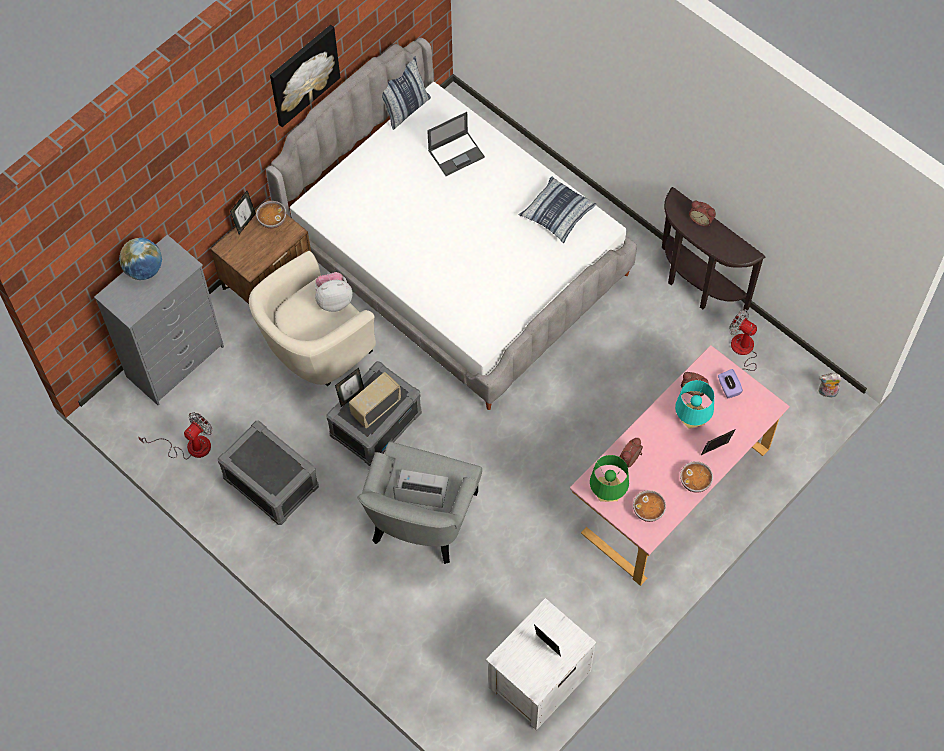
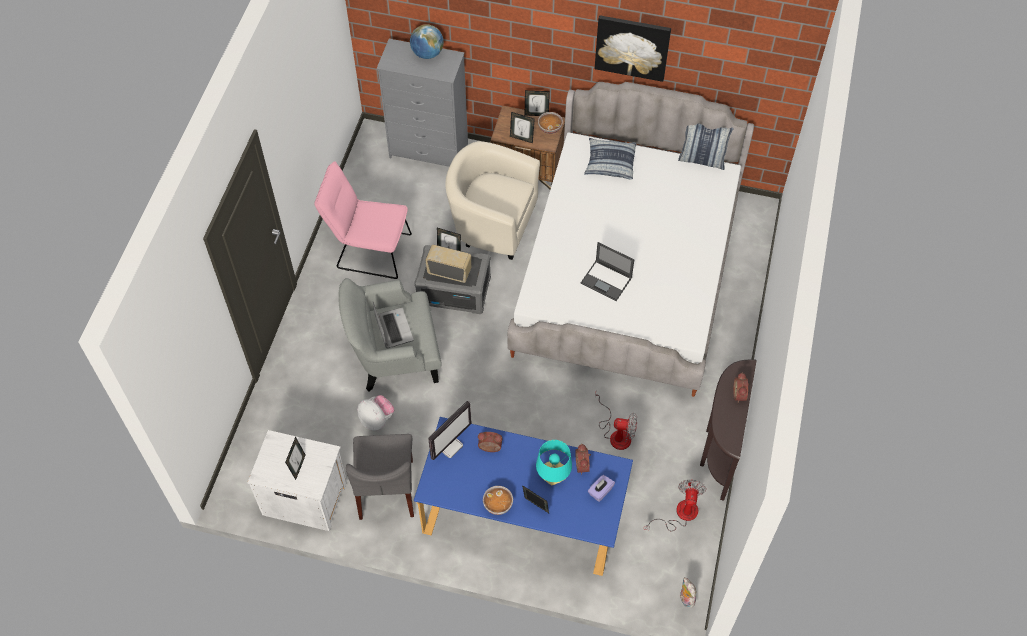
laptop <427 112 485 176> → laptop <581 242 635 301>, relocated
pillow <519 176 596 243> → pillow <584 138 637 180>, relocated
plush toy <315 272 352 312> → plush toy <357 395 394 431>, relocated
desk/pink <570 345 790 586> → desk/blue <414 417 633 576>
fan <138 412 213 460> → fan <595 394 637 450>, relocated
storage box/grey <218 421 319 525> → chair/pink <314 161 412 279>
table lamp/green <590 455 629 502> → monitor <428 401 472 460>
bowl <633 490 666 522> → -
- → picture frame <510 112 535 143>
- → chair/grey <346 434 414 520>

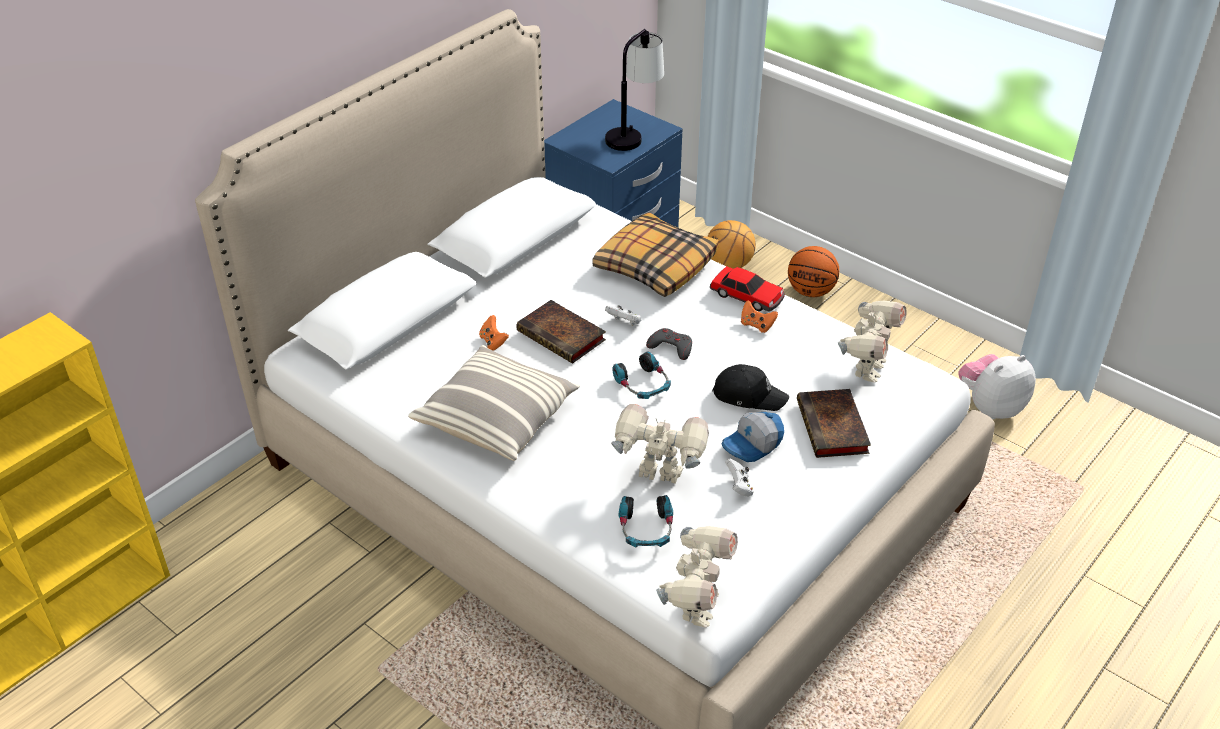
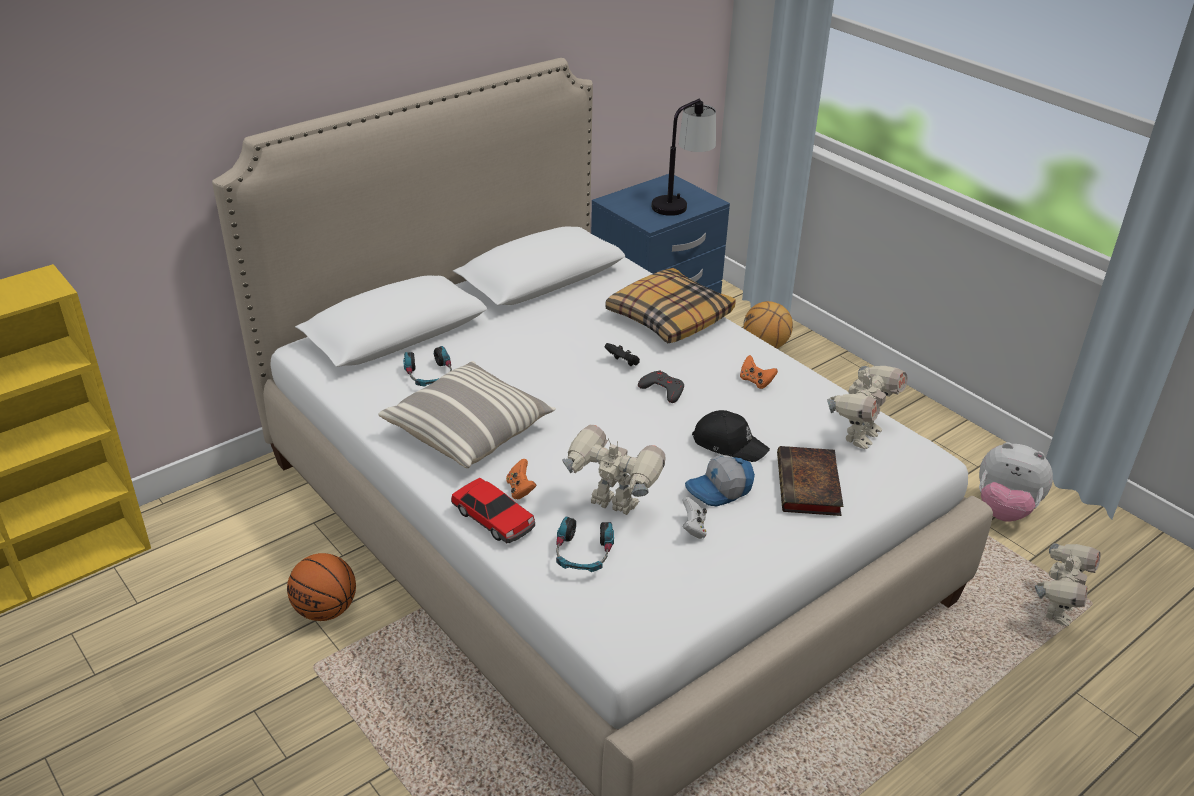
basketball <788 246 839 297> → basketball <287 553 356 621>, relocated
toy car <710 266 785 312> → toy car <451 478 535 543>, relocated
book <517 300 606 364> → -
game controller/white <605 305 641 325> → game controller/black <604 343 640 366>
game controller/orange <479 315 509 351> → game controller/orange <506 459 536 499>, relocated
headphones <612 351 671 399> → headphones <403 346 452 387>, relocated
plush toy <958 354 1036 419> → plush toy <979 442 1053 521>, 135 degrees counterclockwise
toy robot <656 526 738 628> → toy robot <1035 543 1100 626>, relocated

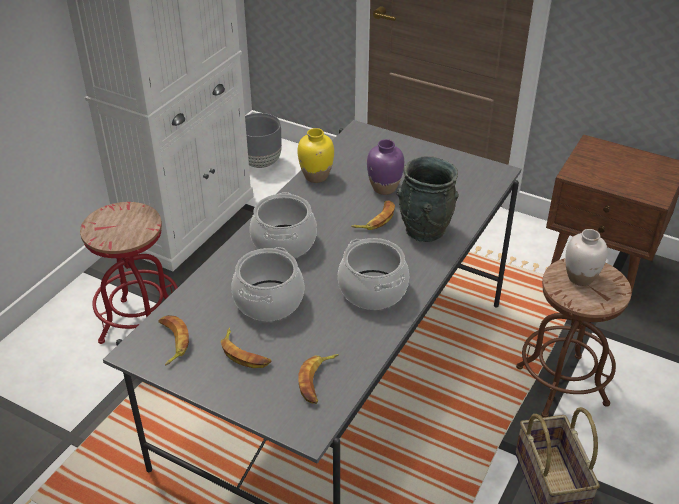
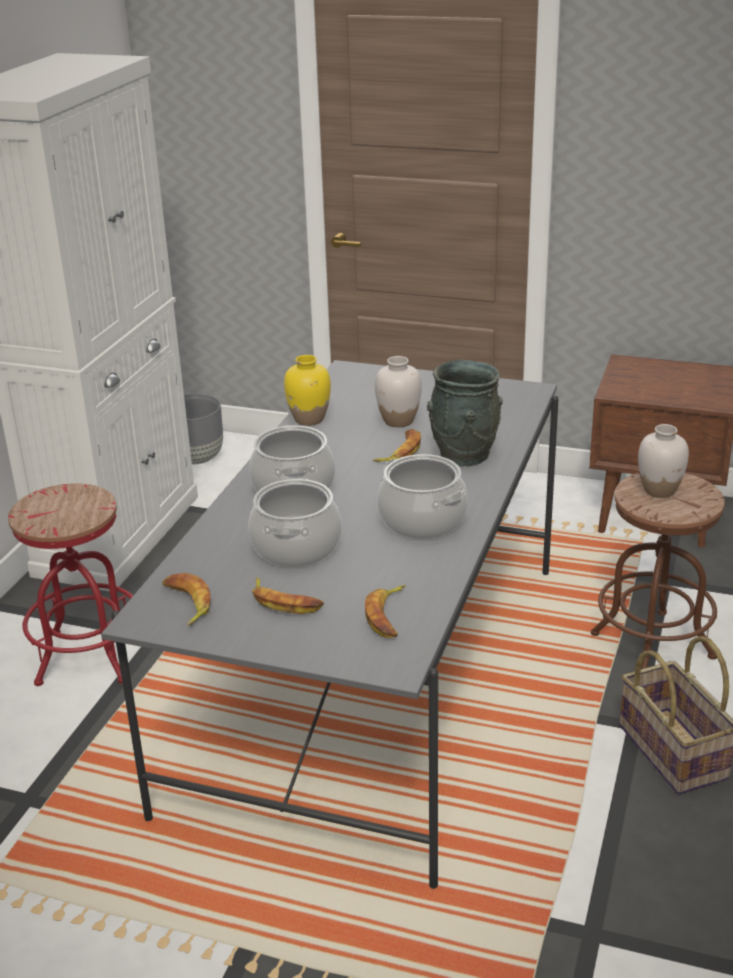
vase/purple <367 139 404 195> → vase/white <375 356 422 427>

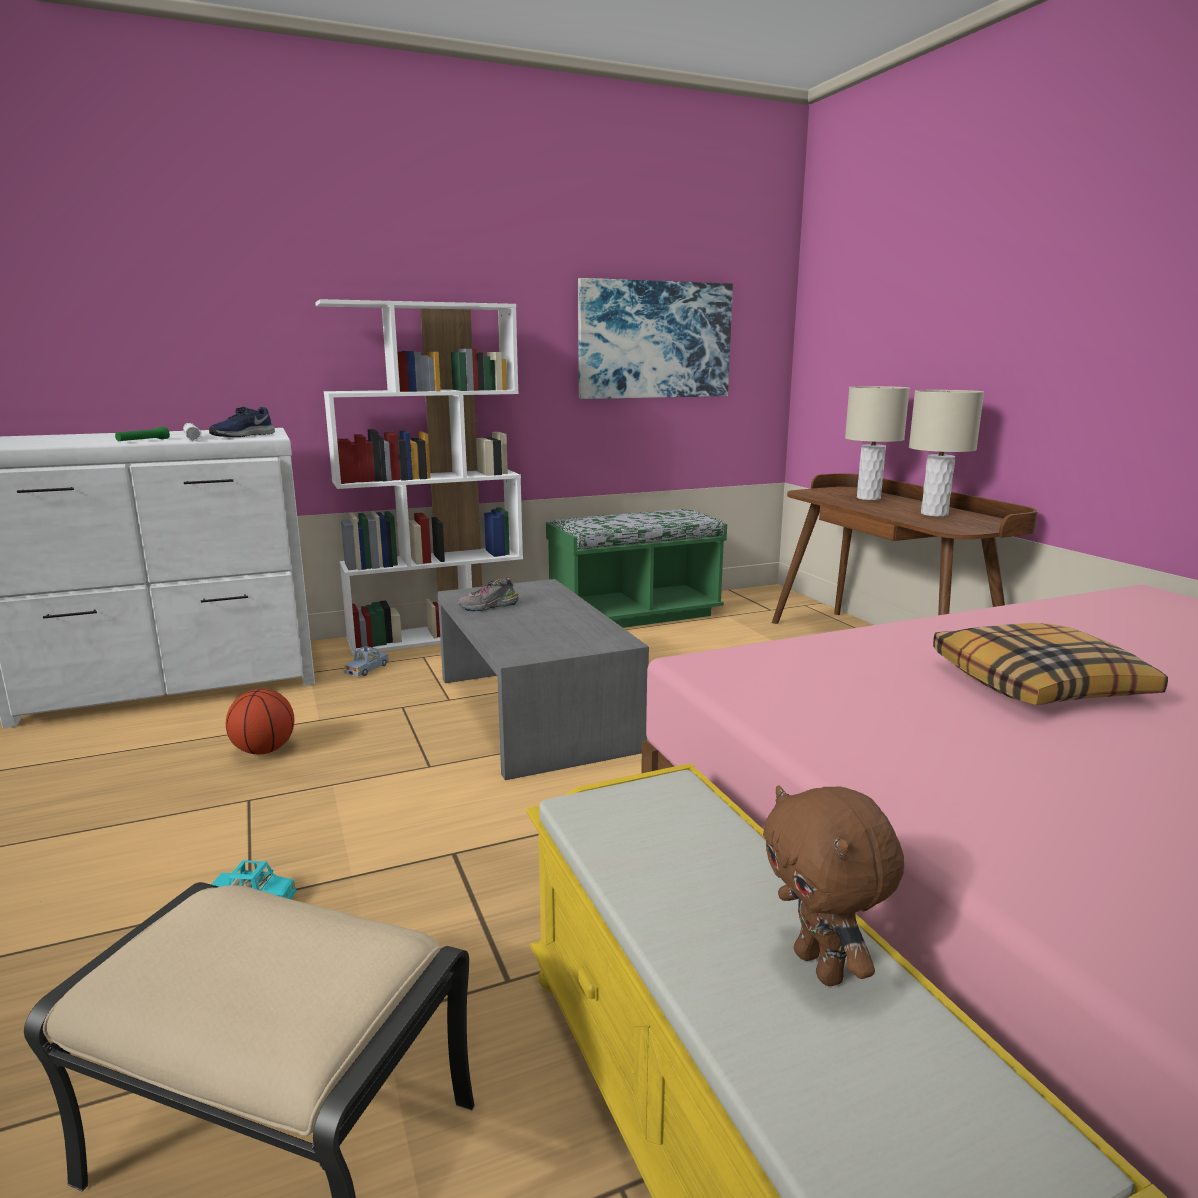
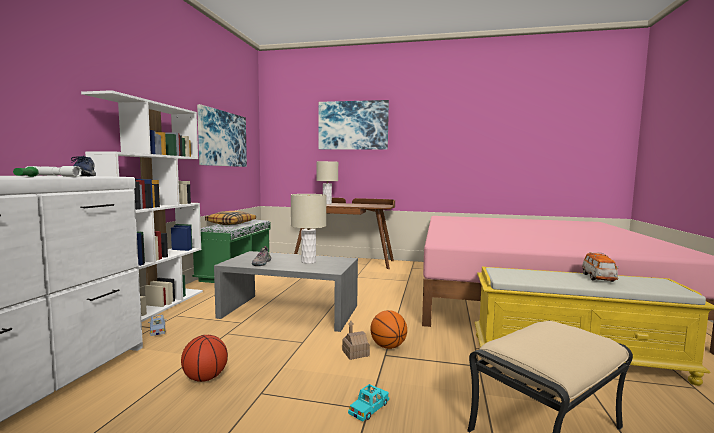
table lamp/beige <909 390 984 517> → table lamp/beige <291 194 326 264>, relocated
pillow <933 623 1168 705> → pillow <205 211 256 225>, relocated
plush toy/brown <763 785 904 986> → toy car <582 252 618 282>
- → picture <319 100 389 150>
- → basketball <370 310 407 349>
- → toy house <342 321 370 360>

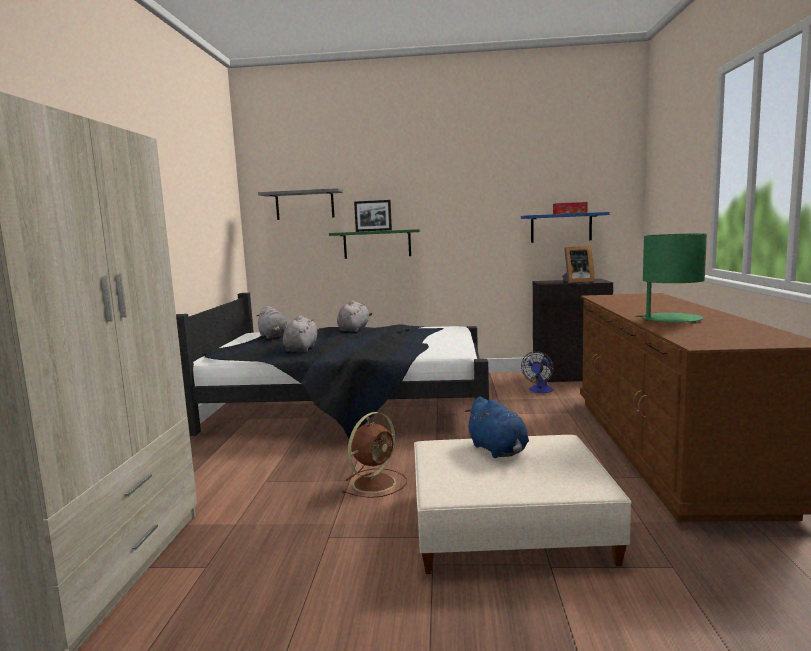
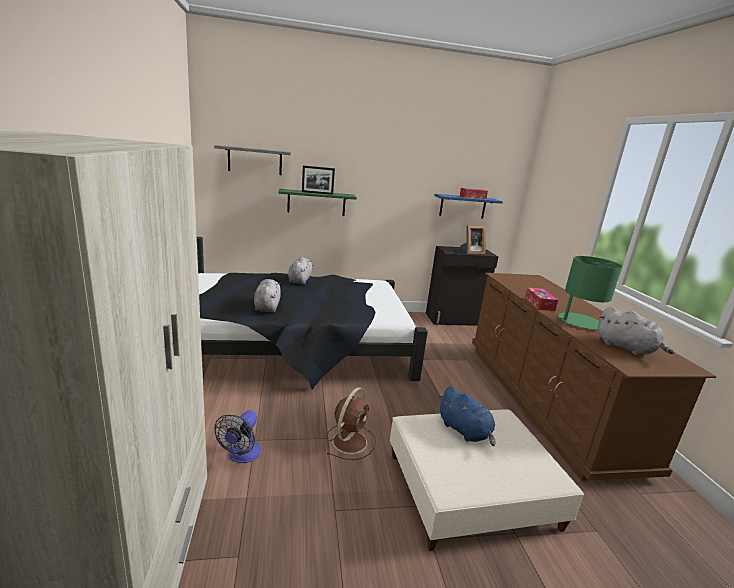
plush toy/grey <257 306 288 339> → plush toy/grey <598 307 674 355>, relocated
fan <521 351 554 393> → fan <214 410 261 463>, relocated
- → tissue box <525 287 558 311>

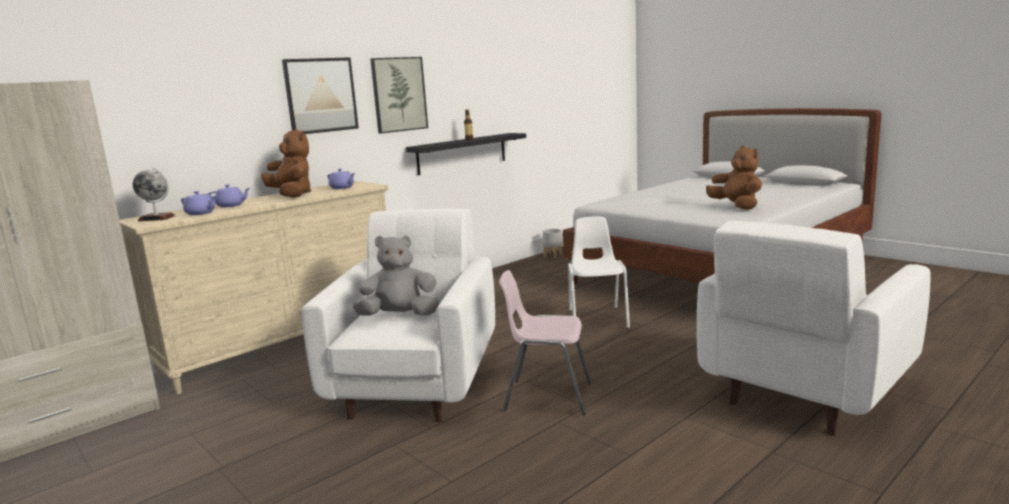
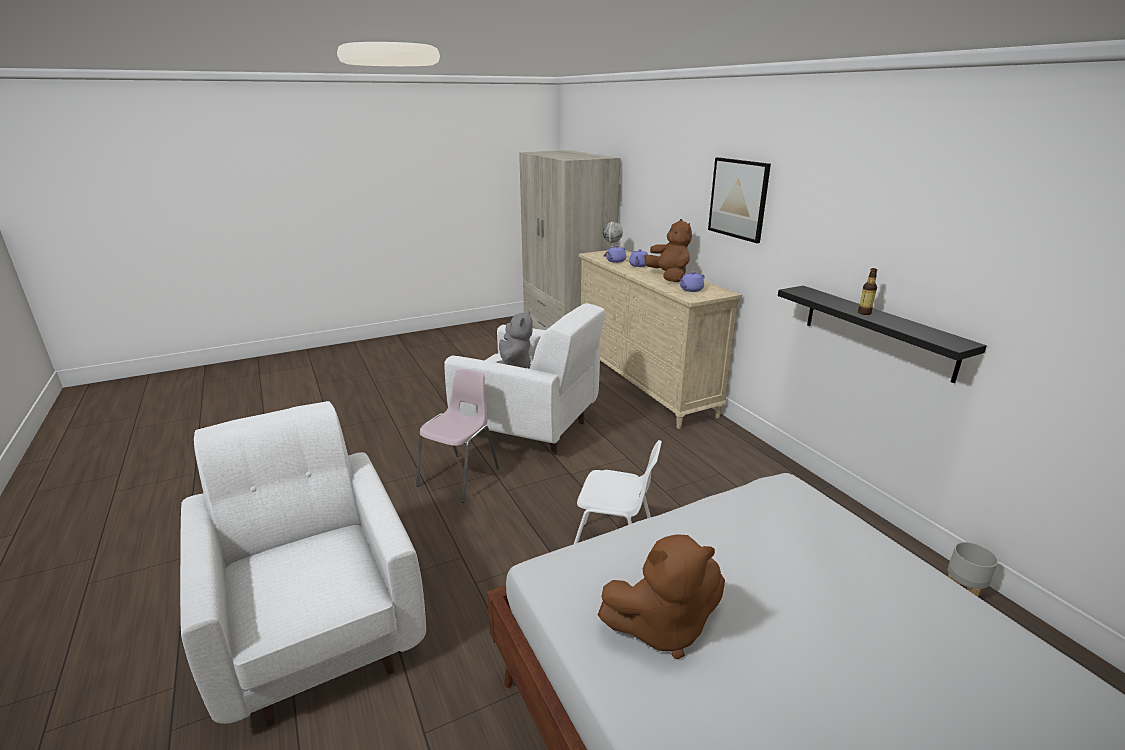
picture <370 57 428 134> → -
plush toy/brown <261 129 311 198> → plush toy/brown <644 219 692 282>, 90 degrees counterclockwise

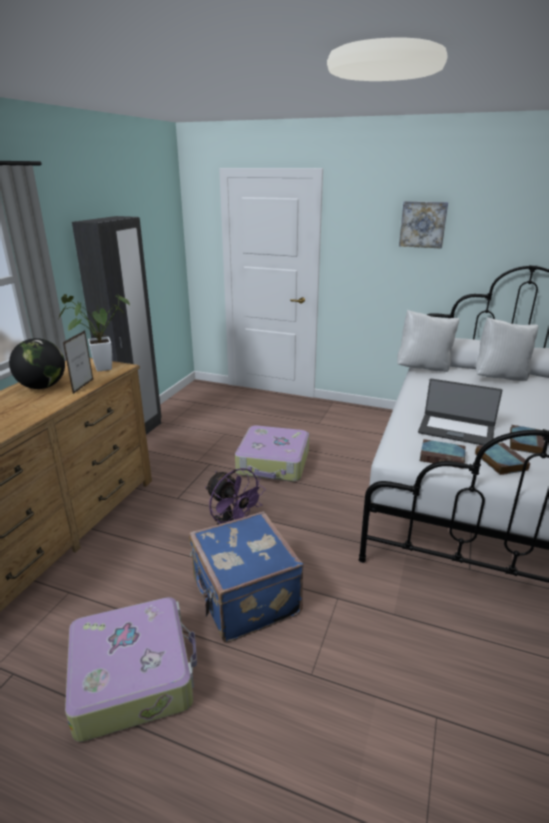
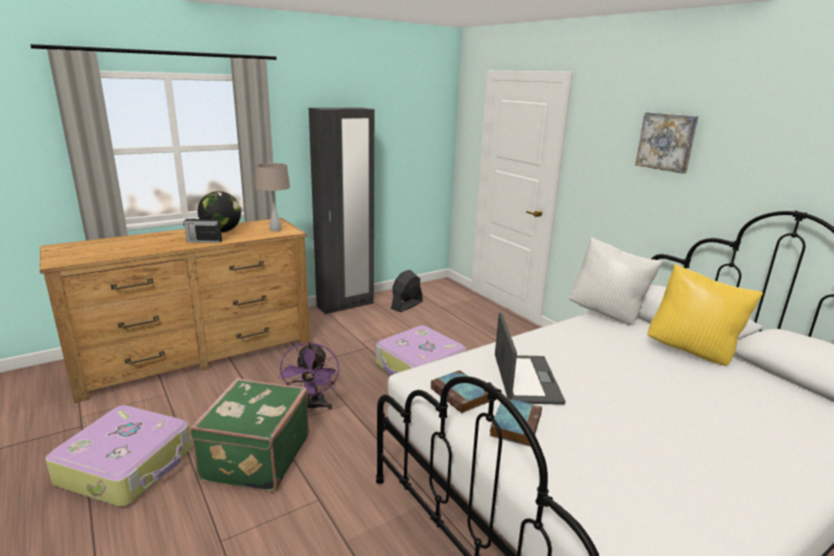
potted plant <59 294 130 372> → table lamp/beige <255 163 290 231>
pillow/white <476 317 538 381> → pillow/yellow <647 264 763 366>
picture frame <63 330 93 394> → -
laptop <418 379 502 445> → laptop <495 312 566 405>, 150 degrees counterclockwise
book <510 425 545 454> → -
suitcase/blue <189 511 304 642> → suitcase/green <189 378 309 492>
- → radio <183 214 222 243>
- → fan/black <391 270 423 312>

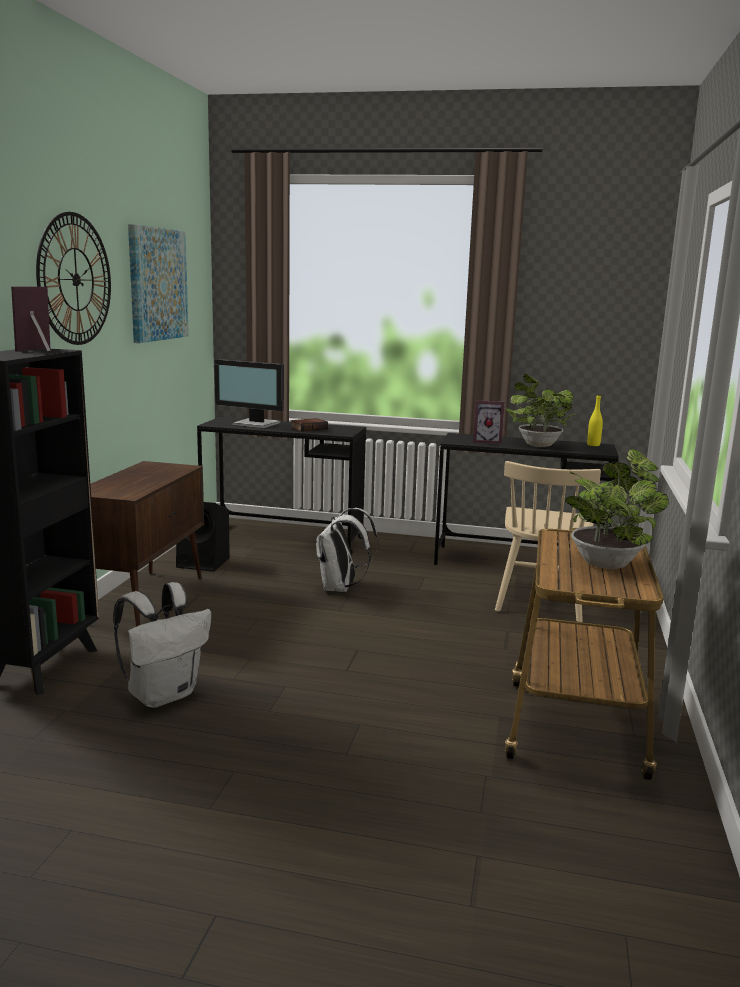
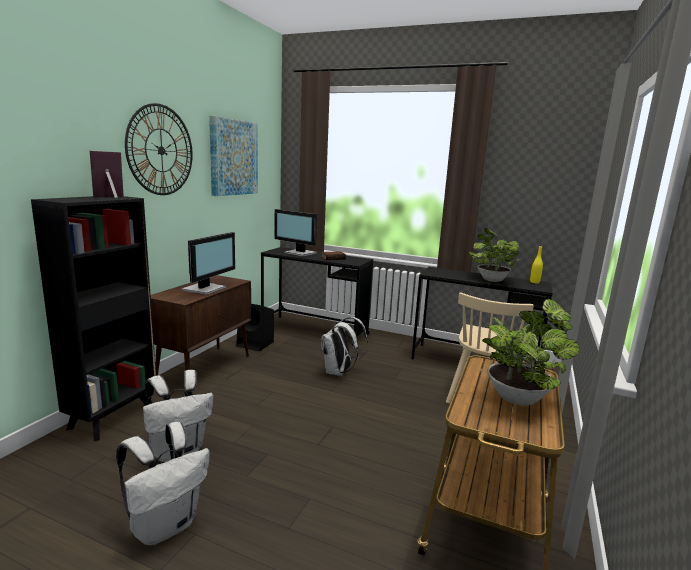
picture frame <473 400 505 445> → -
- → monitor <182 232 235 295>
- → backpack/white <116 422 210 545>

